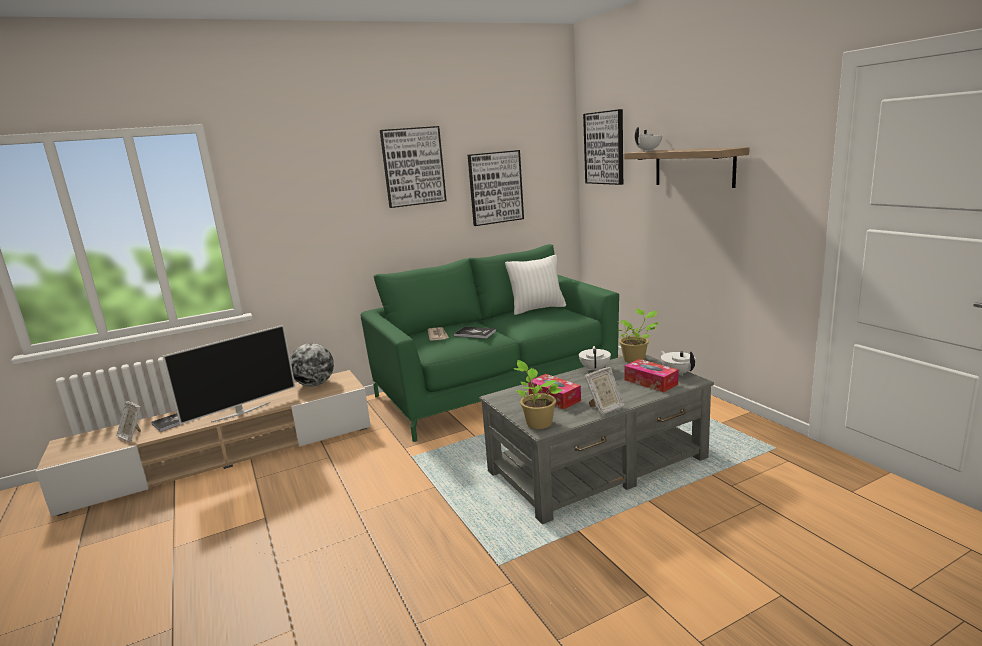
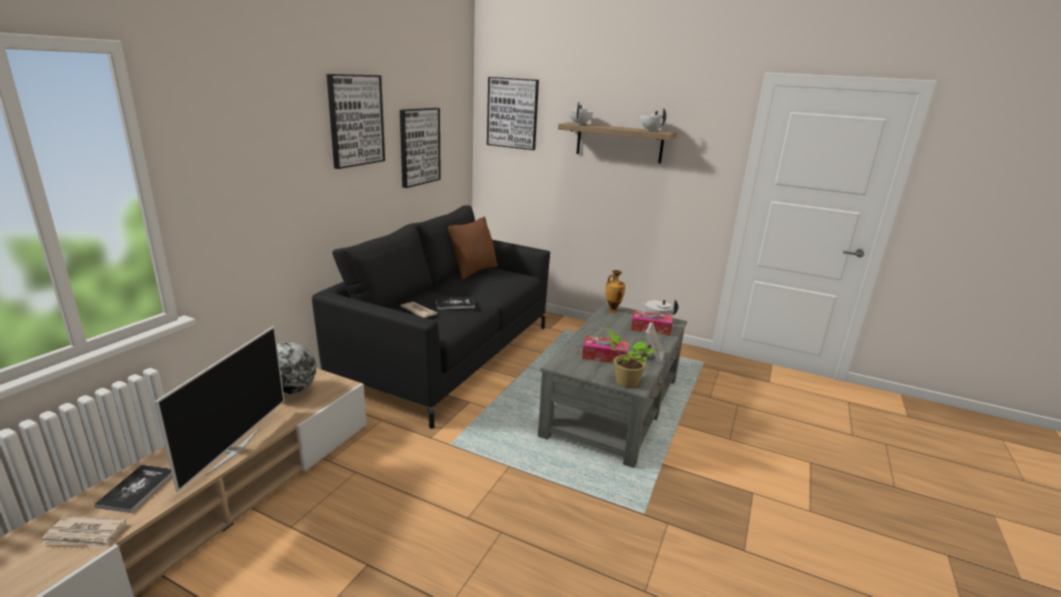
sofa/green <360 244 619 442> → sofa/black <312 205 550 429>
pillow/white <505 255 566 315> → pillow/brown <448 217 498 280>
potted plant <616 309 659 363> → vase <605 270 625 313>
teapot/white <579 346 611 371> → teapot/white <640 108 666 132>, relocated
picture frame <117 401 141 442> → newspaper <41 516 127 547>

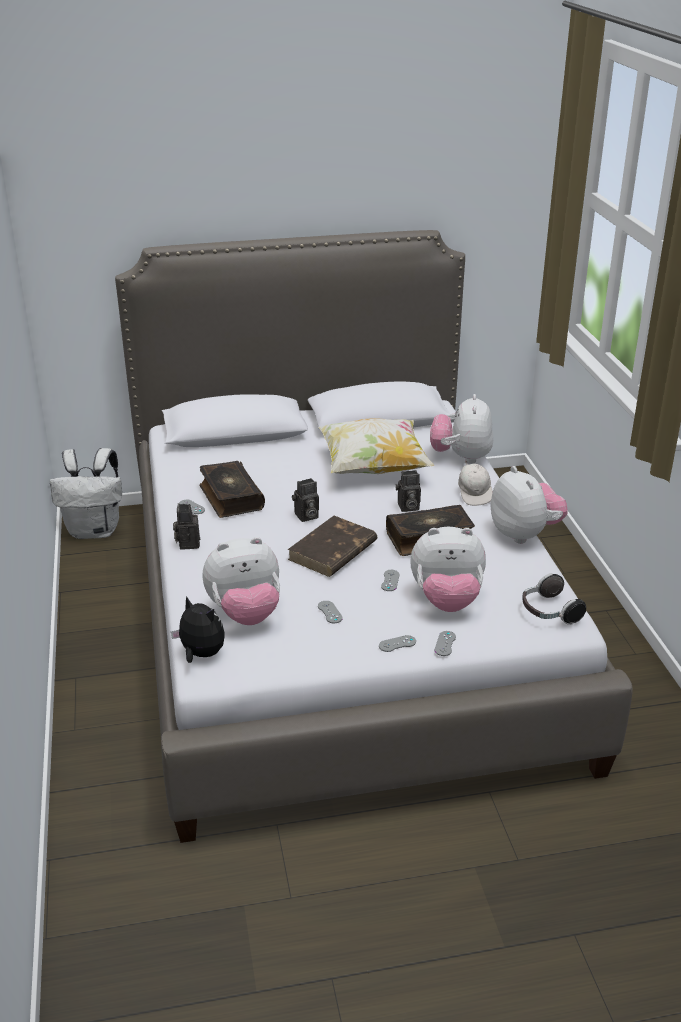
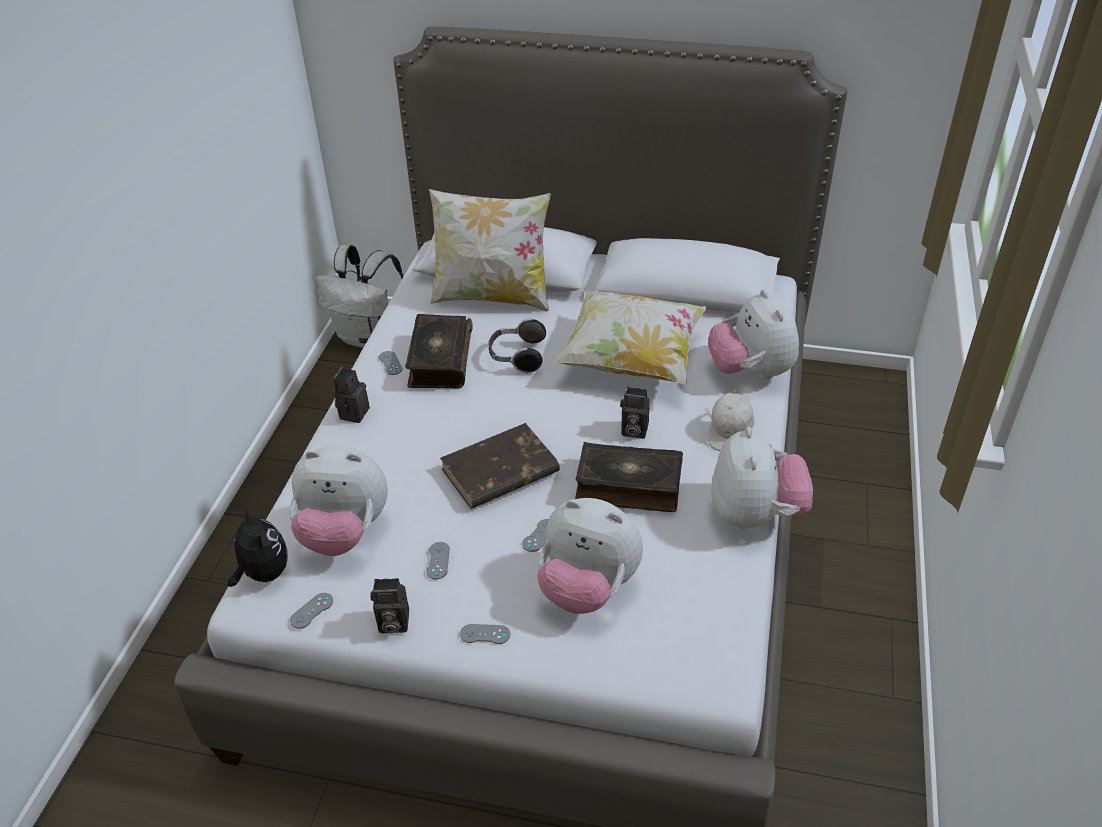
plush toy <430 394 493 464> → plush toy <708 290 799 379>, 45 degrees counterclockwise
photo camera <292 478 319 522> → photo camera <371 578 409 633>, relocated
headphones <522 573 586 625> → headphones <488 318 546 373>, relocated
game controller/grey <435 631 456 656> → game controller/grey <290 593 333 629>, relocated
- → pillow <429 189 551 312>

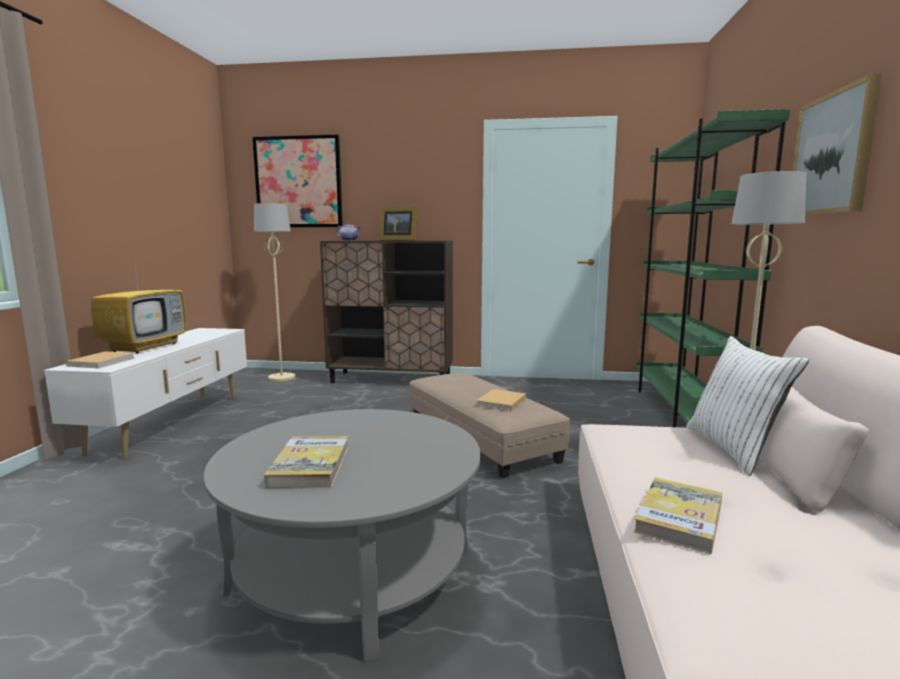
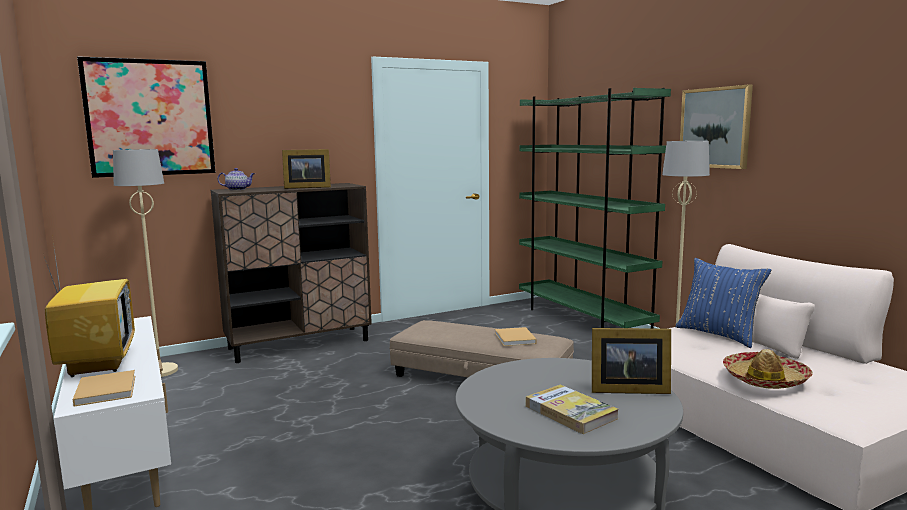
pillow/white <686 336 809 476> → pillow/blue <676 258 771 348>
book <634 477 722 554> → hat <723 349 813 389>
- → picture frame <592 328 671 394>

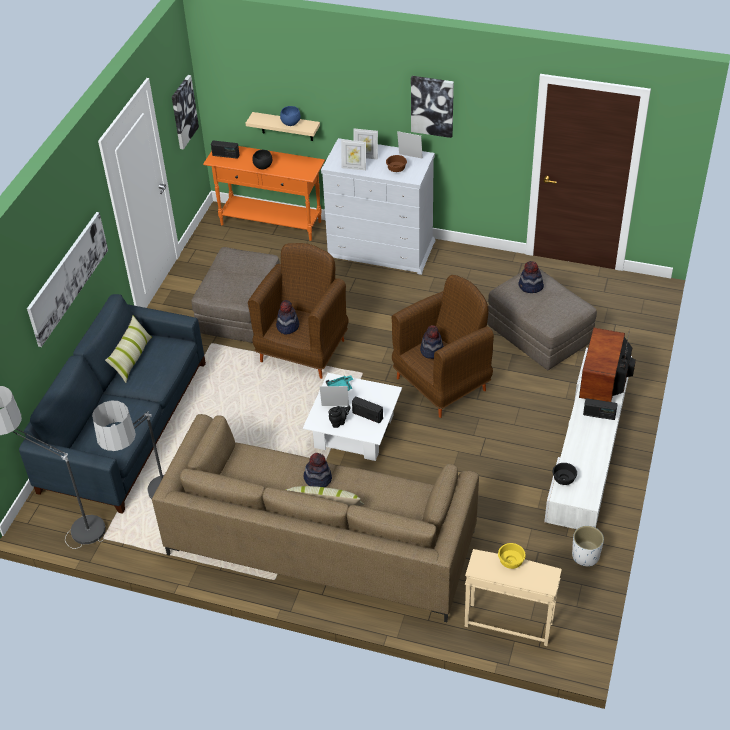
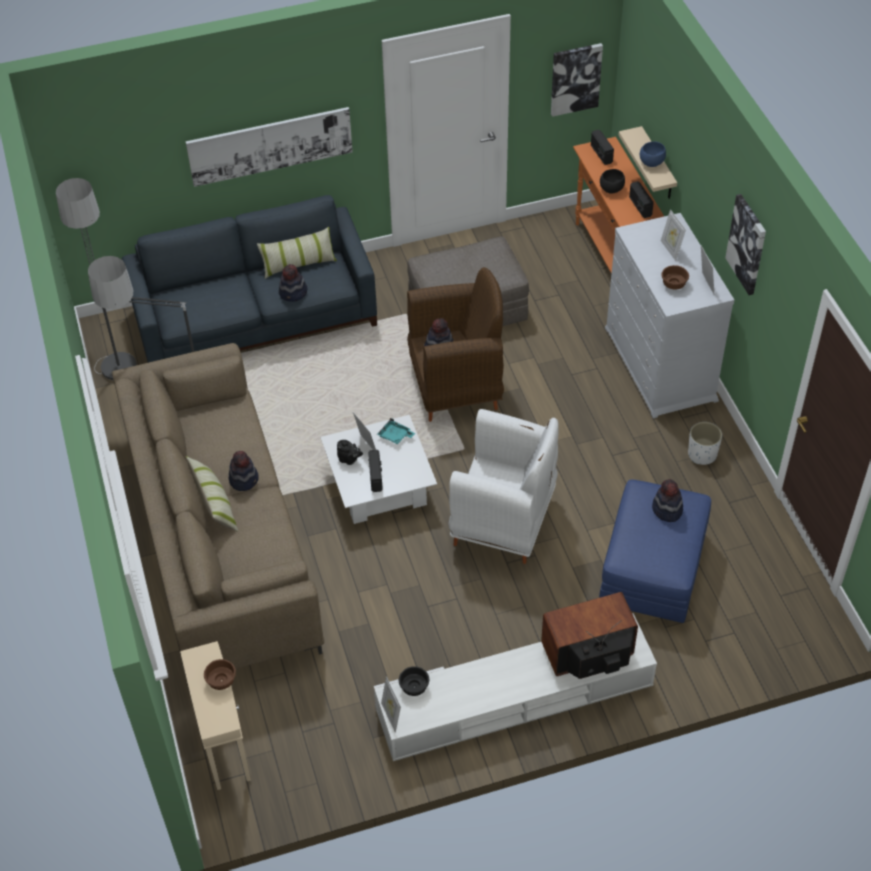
picture frame <341 139 366 170> → picture frame <381 677 401 733>, relocated
ottoman/grey <487 268 597 370> → ottoman/blue <599 479 711 623>
armchair/brown <391 275 494 418> → armchair/white <449 409 559 564>
hat <420 325 444 359> → hat <279 264 308 302>, relocated
radio <583 398 617 420> → radio <629 181 654 218>, relocated
planter/white <572 526 604 567> → planter/white <688 422 722 465>, relocated
bowl/yellow <498 543 526 569> → bowl/brown <204 659 236 690>

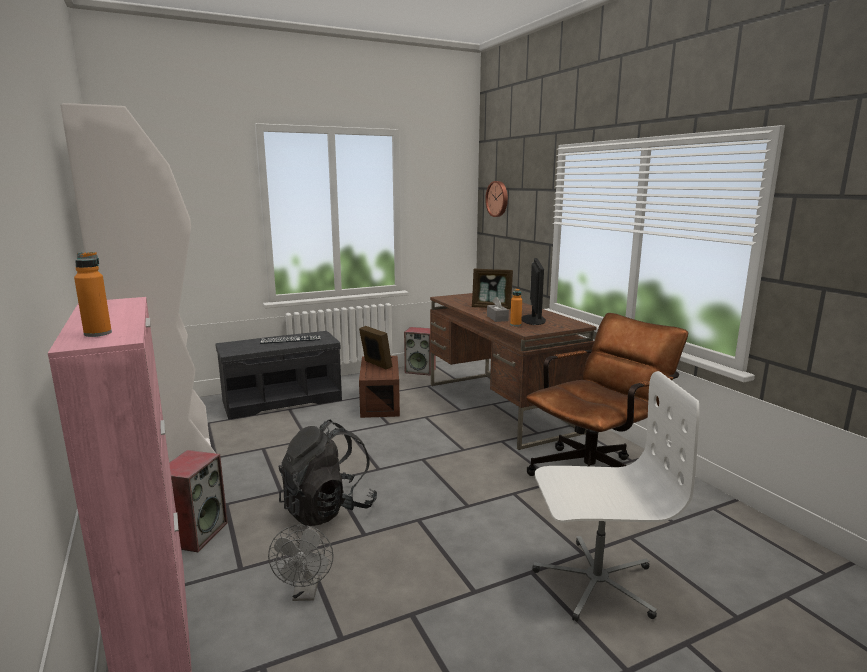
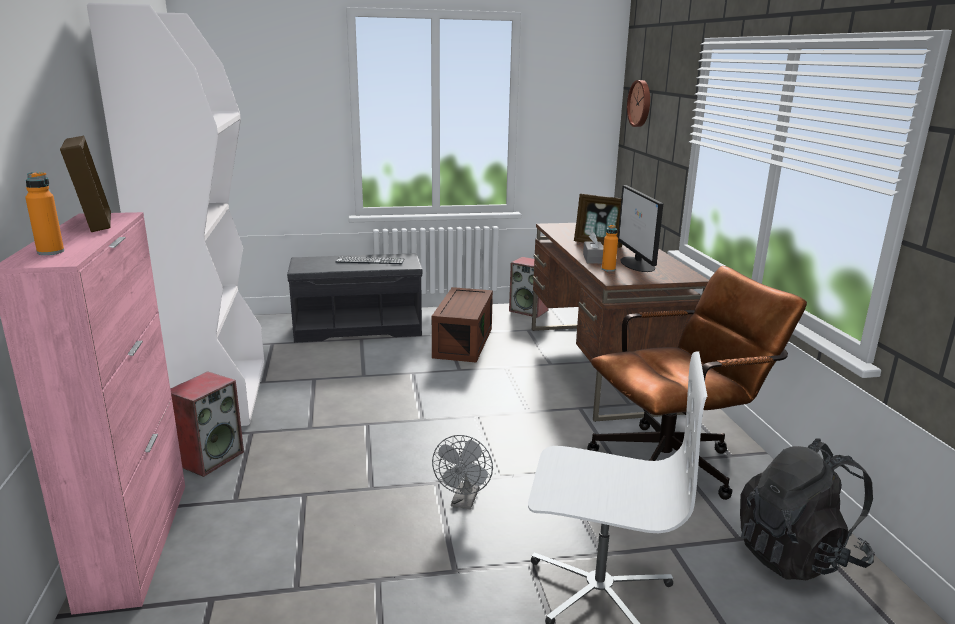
monitor <521 258 546 325> → monitor <618 185 663 272>, 150 degrees clockwise
picture frame <359 326 392 369> → picture frame <60 136 111 232>, relocated
backpack/black <278 420 377 526> → backpack/black <740 439 875 580>, relocated
fan/grey <268 525 334 601> → fan/grey <432 435 493 509>, relocated

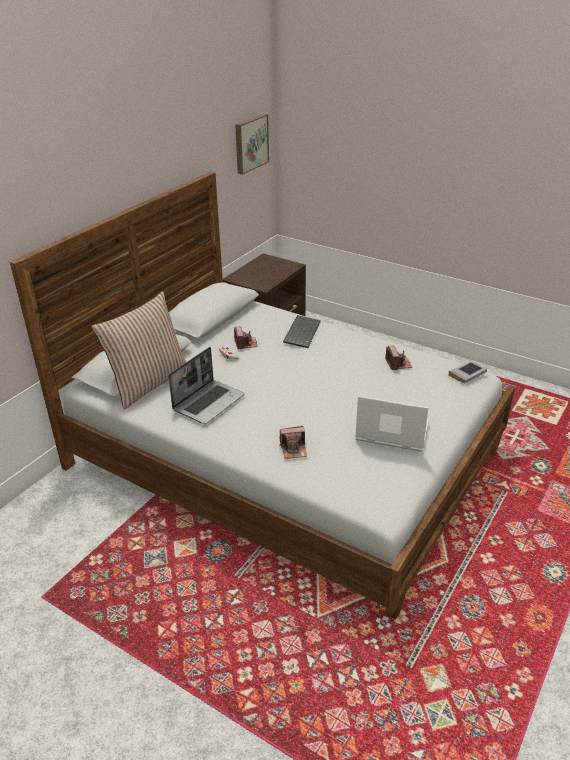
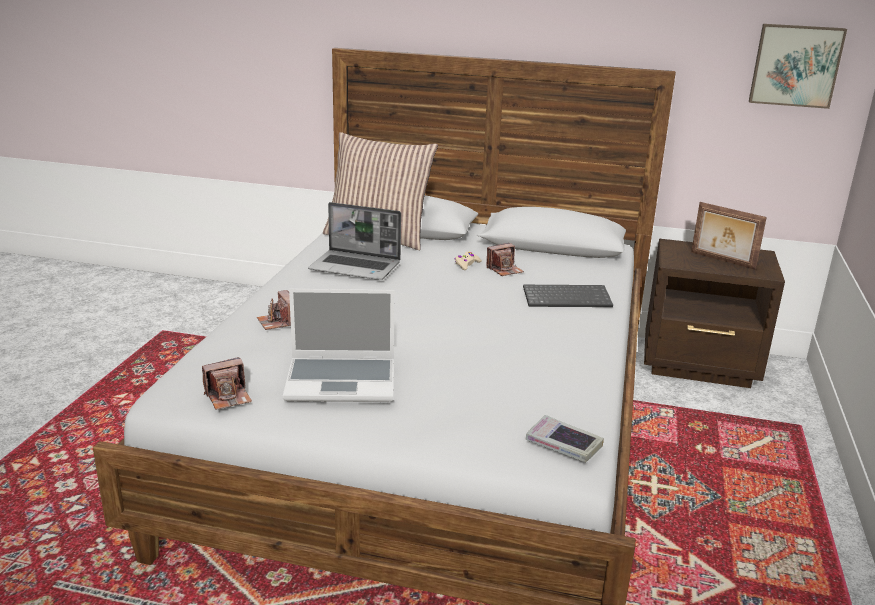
photo camera <385 345 412 370> → photo camera <202 357 252 410>, relocated
laptop <355 396 429 451> → laptop <283 289 395 402>, 90 degrees clockwise
- → picture frame <691 202 767 270>

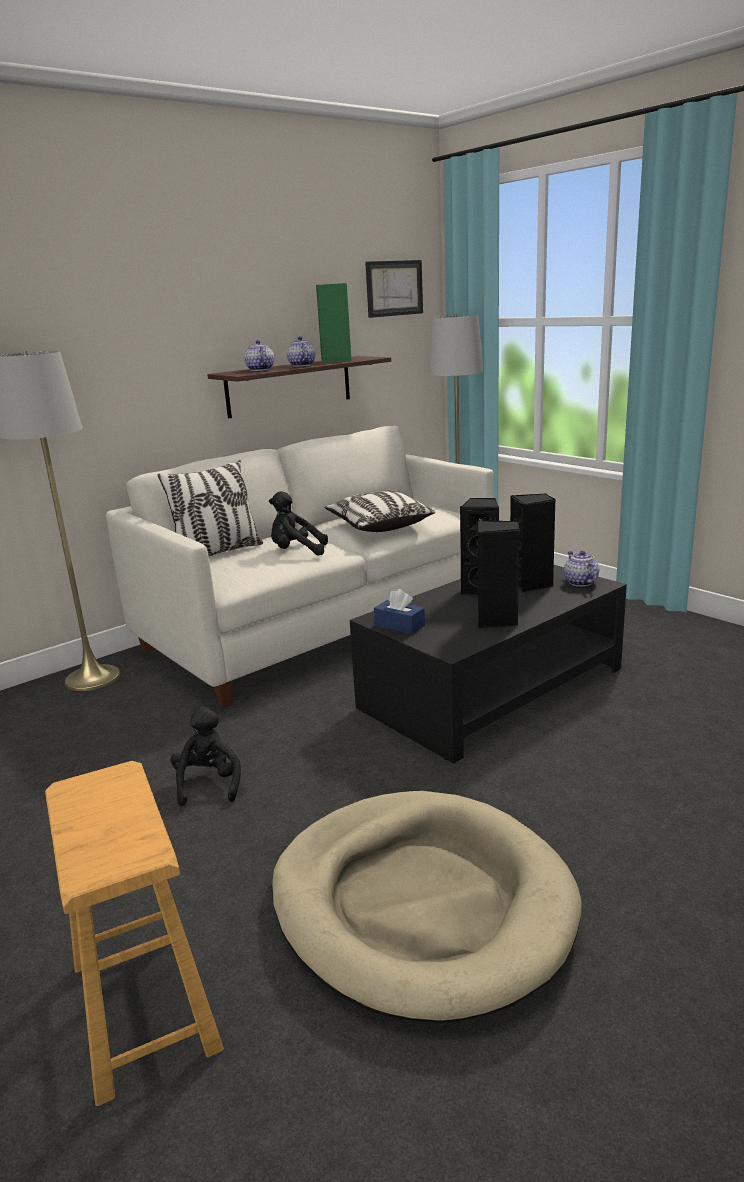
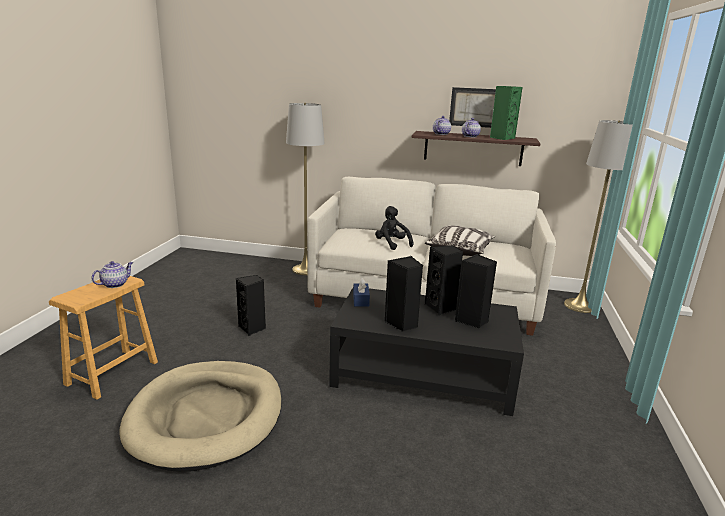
picture <365 260 423 318> → picture <449 87 496 128>, relocated
pillow <158 460 263 556> → -
teapot <564 551 599 586> → teapot <91 261 133 288>, relocated
plush toy/black <170 706 241 806> → speaker/black <236 275 266 336>

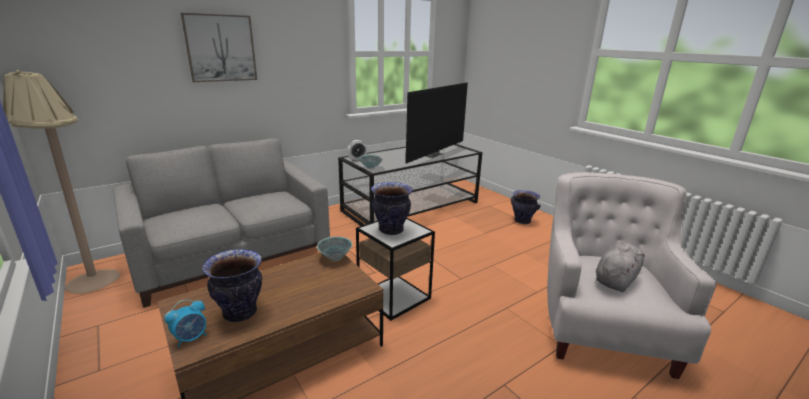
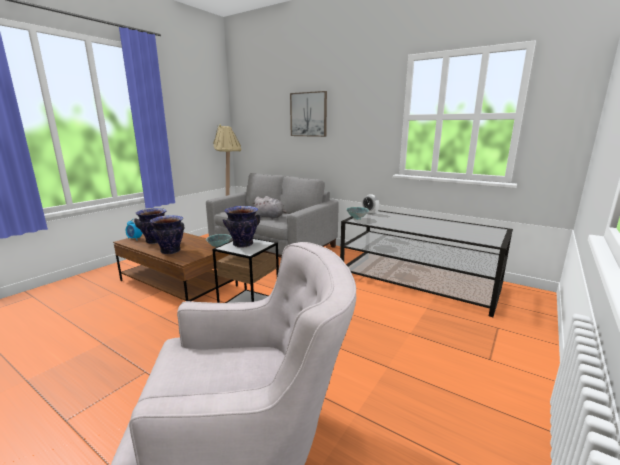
television <405 83 468 164> → -
vase <511 190 540 224> → vase <150 215 184 254>, relocated
plush toy/grey <596 242 645 292> → plush toy/grey <252 196 287 219>, relocated

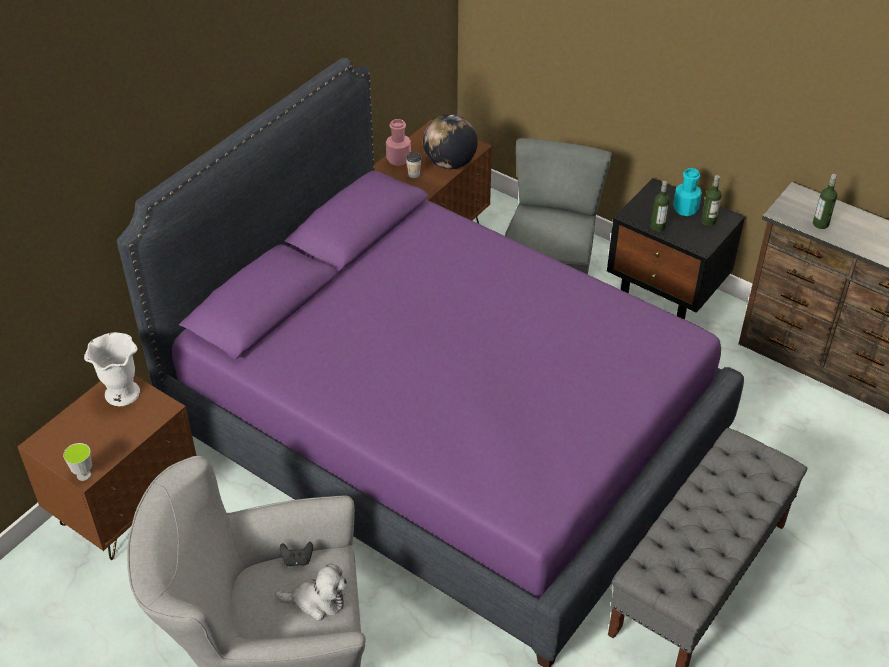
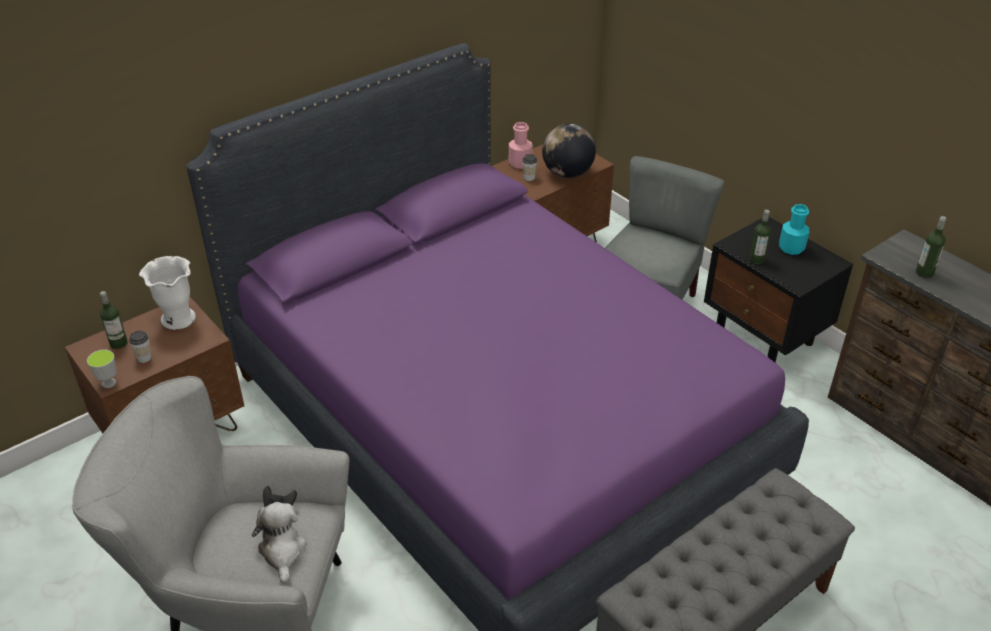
bottle <701 175 722 226> → bottle <100 291 128 349>, relocated
plush toy <275 563 347 621> → plush toy <252 502 306 584>, 120 degrees counterclockwise
- → cup <129 331 152 363>

